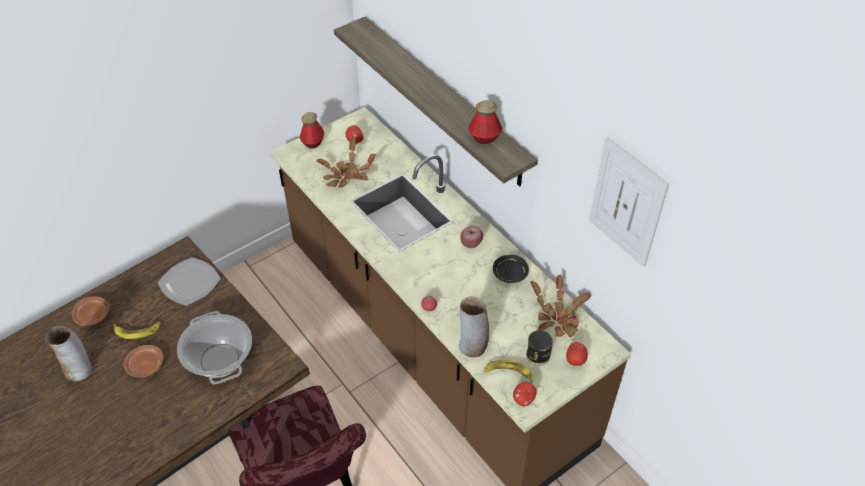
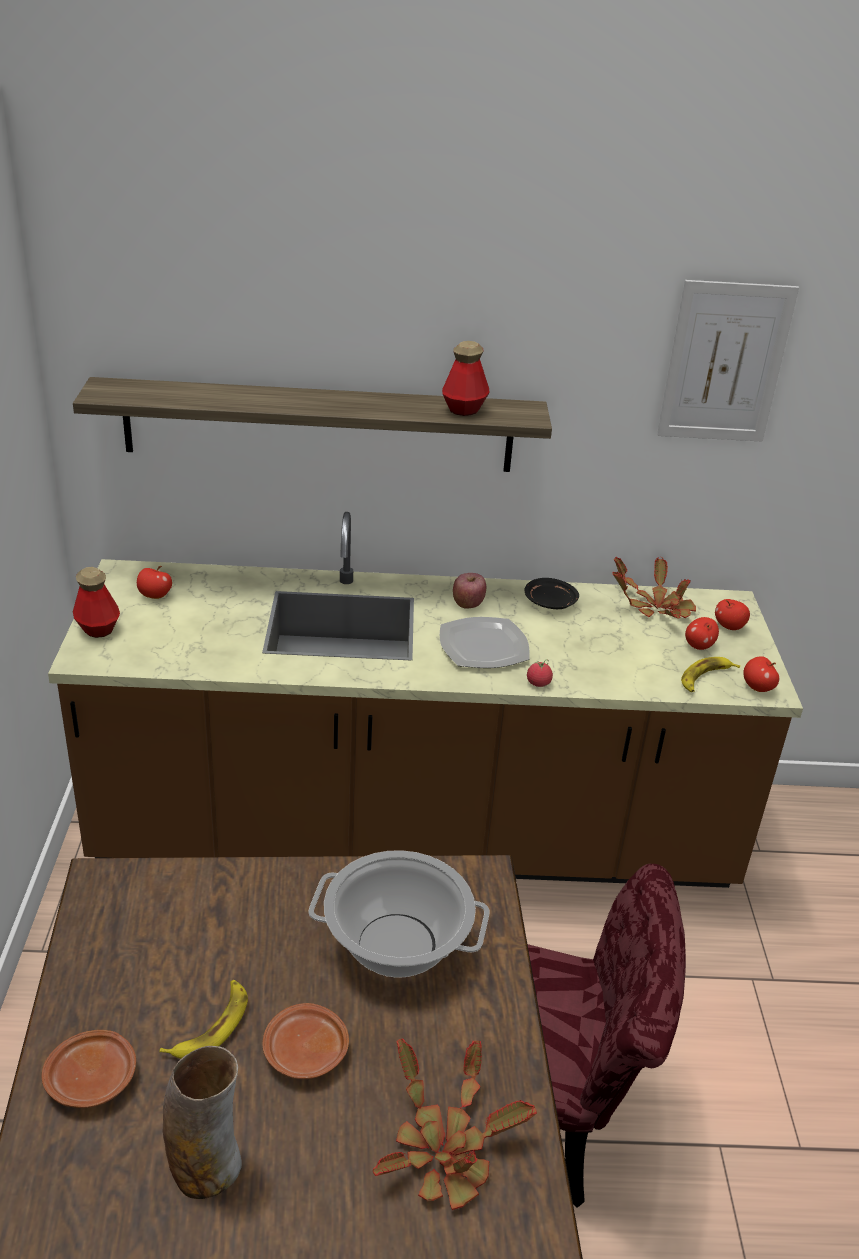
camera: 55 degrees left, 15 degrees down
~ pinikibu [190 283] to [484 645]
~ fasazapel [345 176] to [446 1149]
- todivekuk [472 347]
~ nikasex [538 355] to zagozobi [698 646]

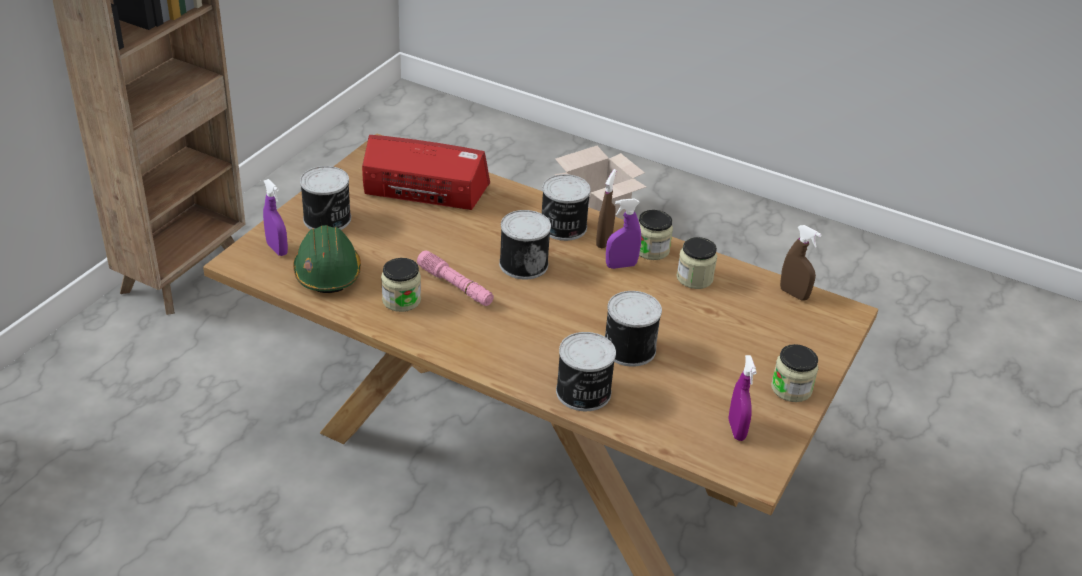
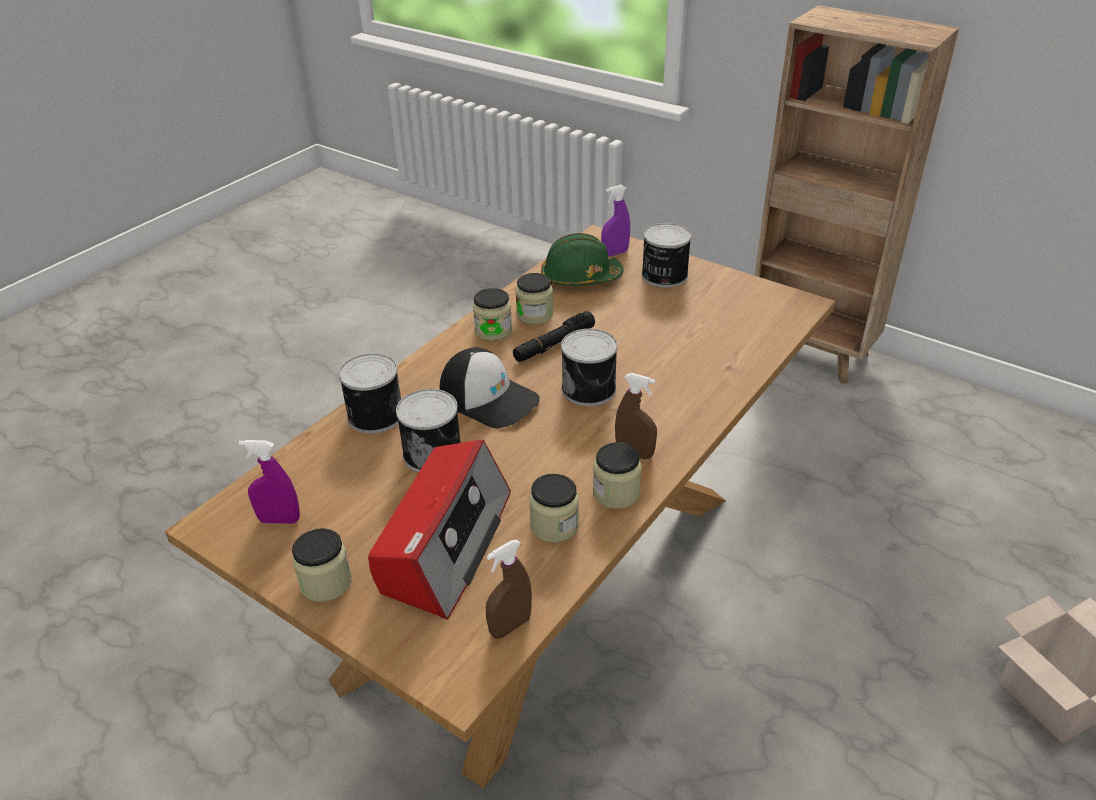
camera: 100 degrees right, 0 degrees up
~ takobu [424 190] to [444 543]
~ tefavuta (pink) [455 286] to tefavuta (black) [554 344]
- nikasex [563 227]
- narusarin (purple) [621 265]
+ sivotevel [489 398]
+ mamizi [493 330]

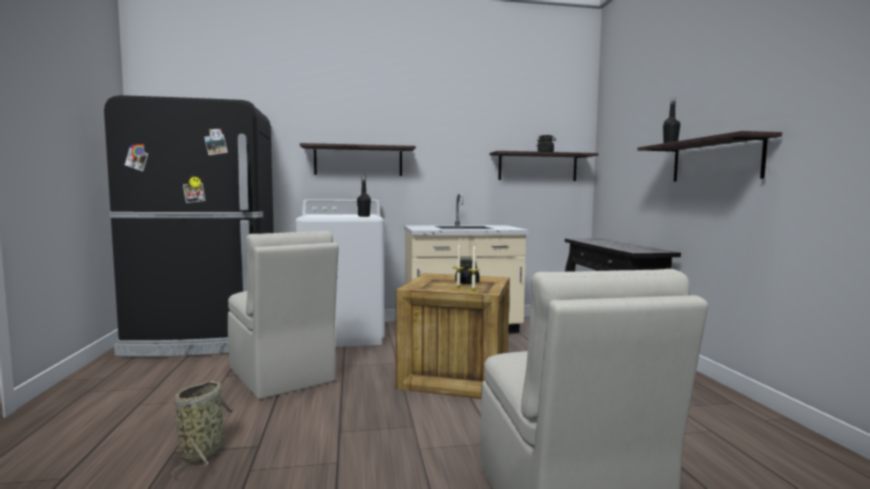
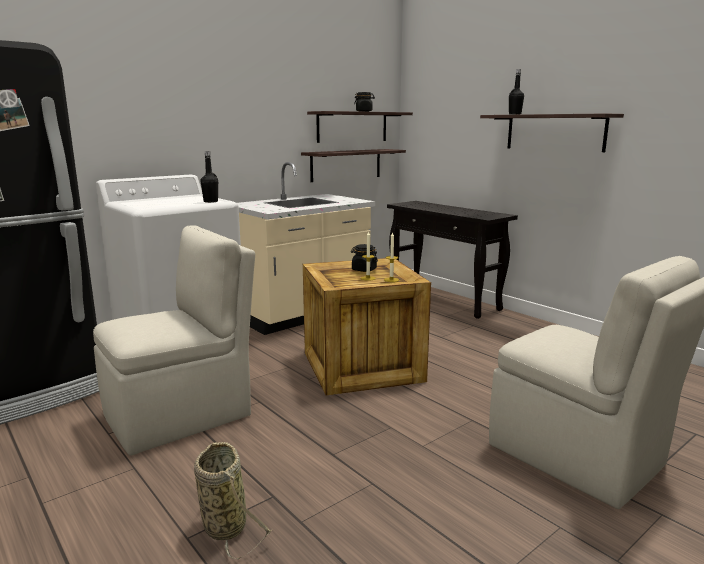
camera: 30 degrees left, 10 degrees up
~ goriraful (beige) [281 376] = [182 414] 60 degrees counterclockwise
~ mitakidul [358 161] to [346 165]

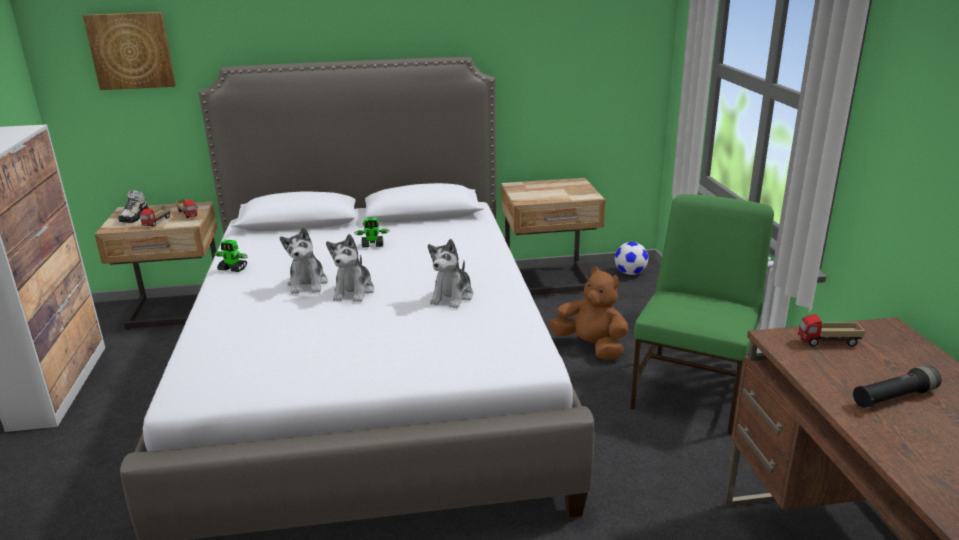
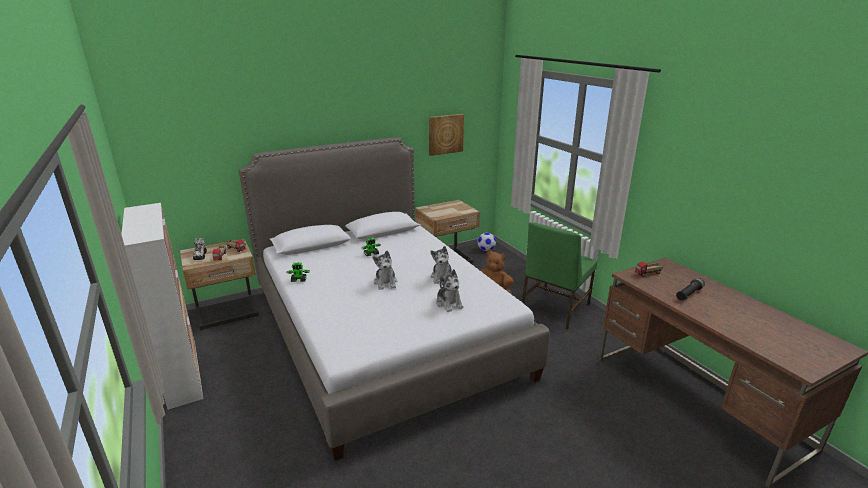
camera: 20 degrees left, 0 degrees up
~ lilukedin [131 50] to [445 134]
~ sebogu [308 284] to [449 303]
~ goriraful (green) [693 391] = [554 308] 150 degrees counterclockwise

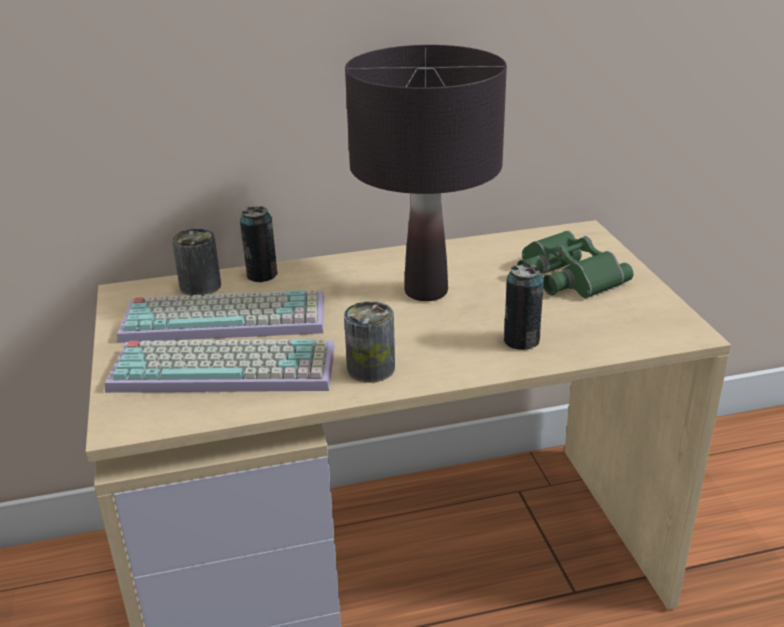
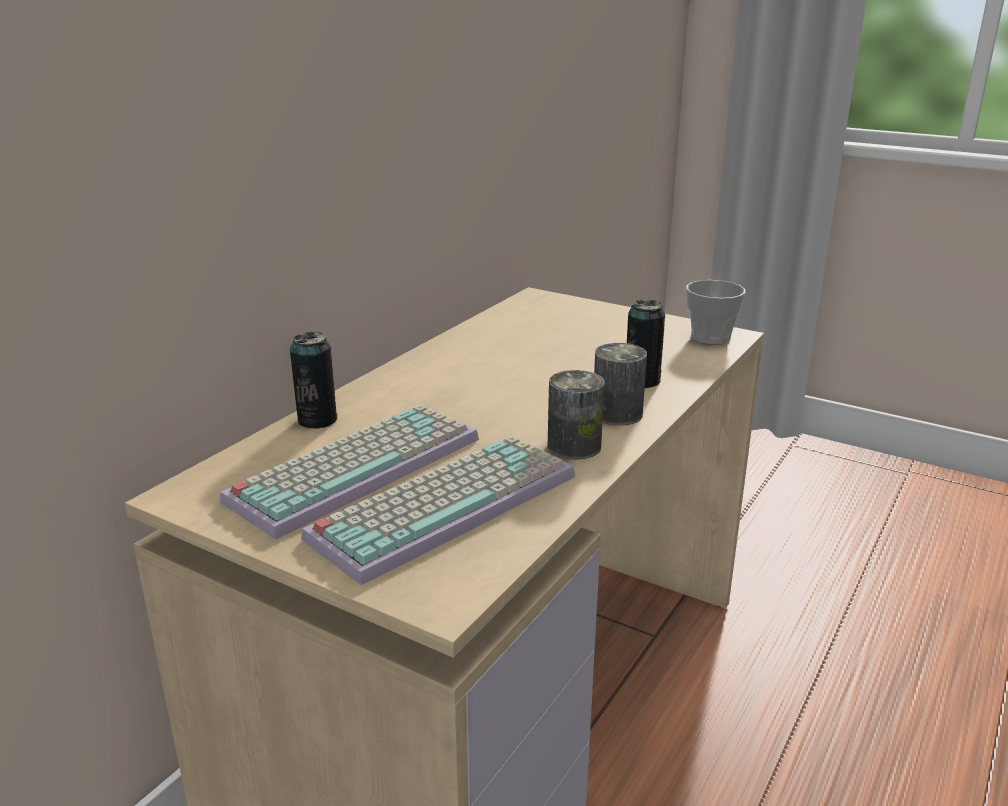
camera: 45 degrees left, 5 degrees down
~ nikasex [200 286] to [617 414]
- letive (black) [425 291]
- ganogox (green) [565 276]
+ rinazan [710 337]

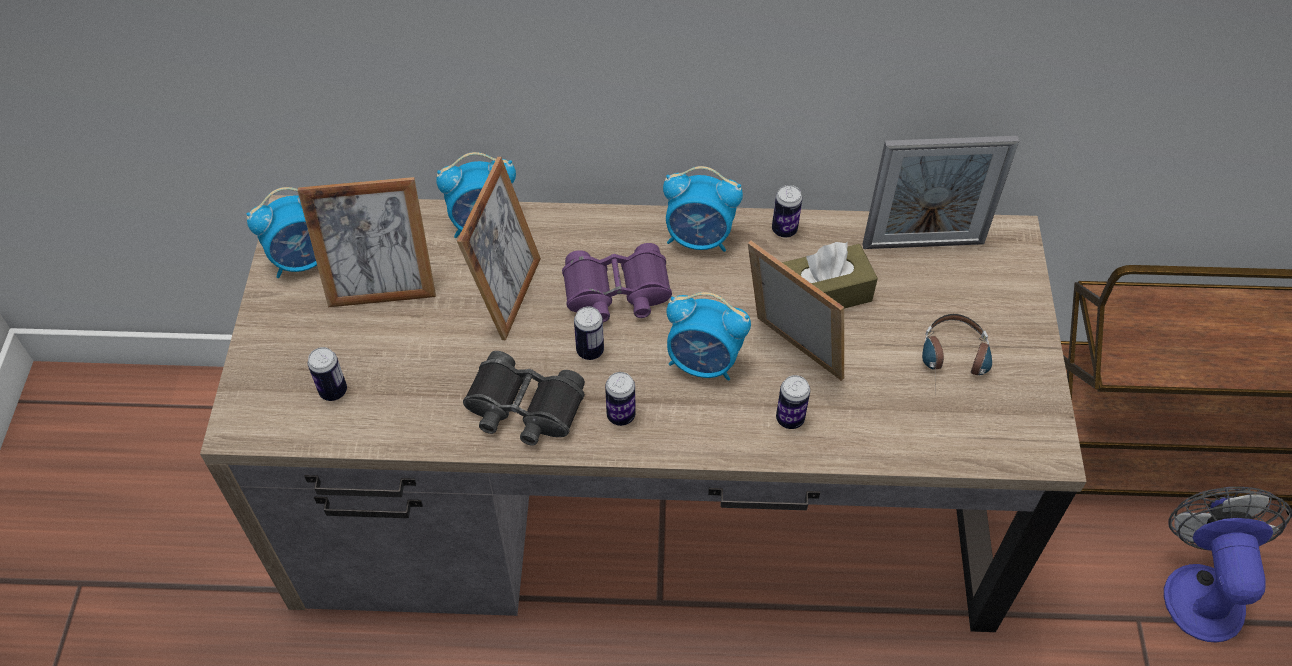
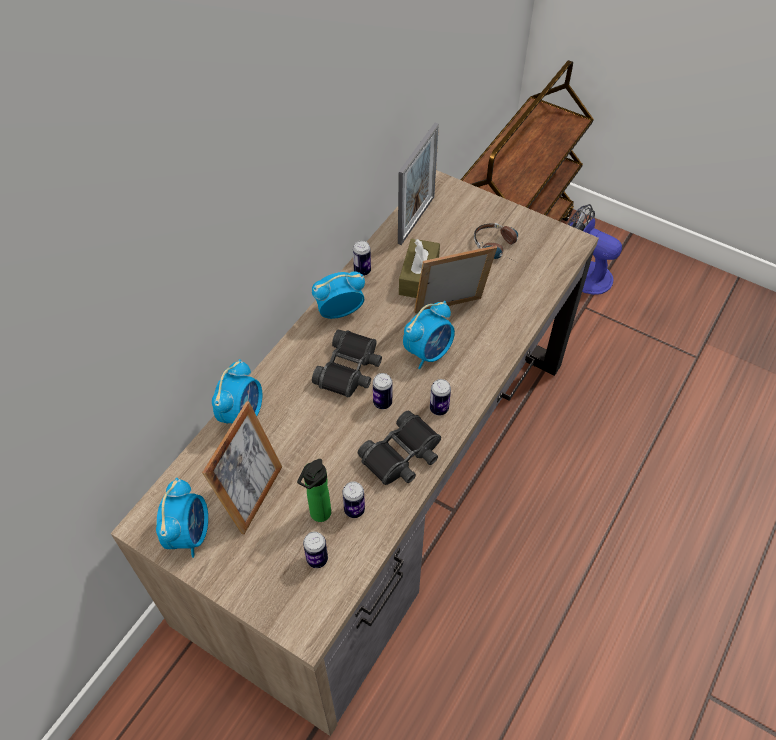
camera: 60 degrees left, 0 degrees up
- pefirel [508 295]
~ ganogox (purple) [617 293] to ganogox (black) [349 369]
~ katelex [699 238] = [339 311] 150 degrees counterclockwise
~ nikasex [790 419] to [354 510]
+ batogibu [318 515]

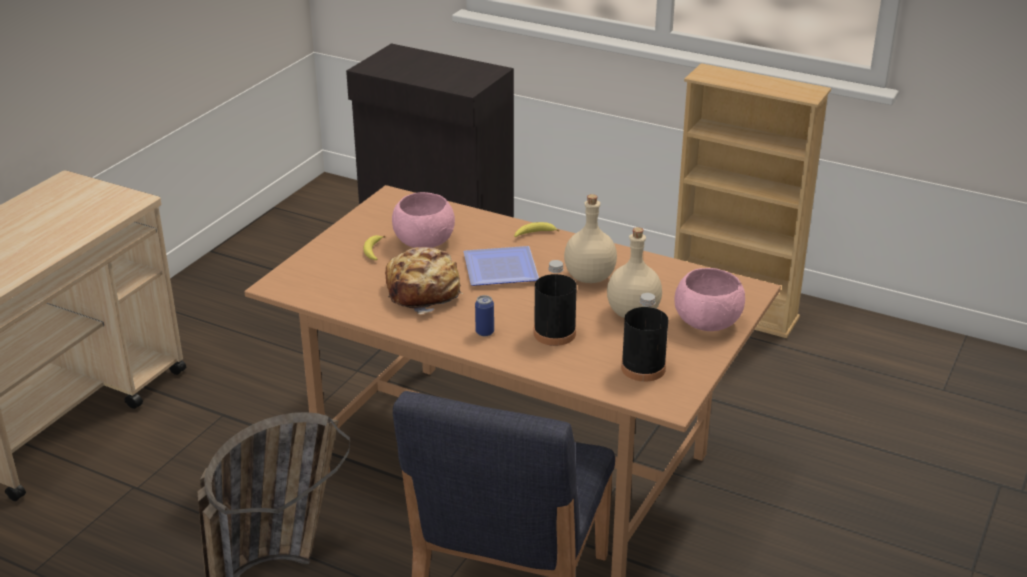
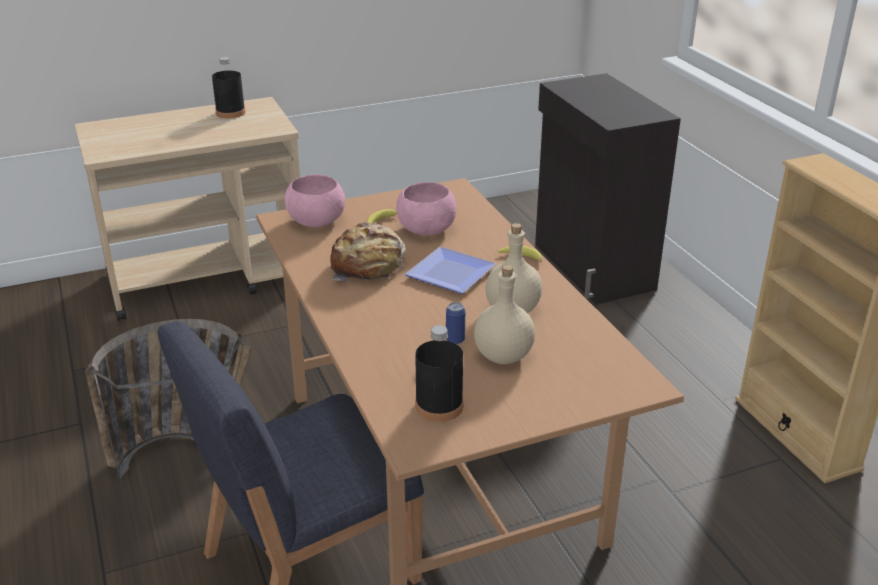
camera: 40 degrees right, 0 degrees up
~ nikasex [484 332] to [455 339]
~ batogibu (black) [554 333] to [230 112]
~ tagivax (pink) [706 322] to [316 221]

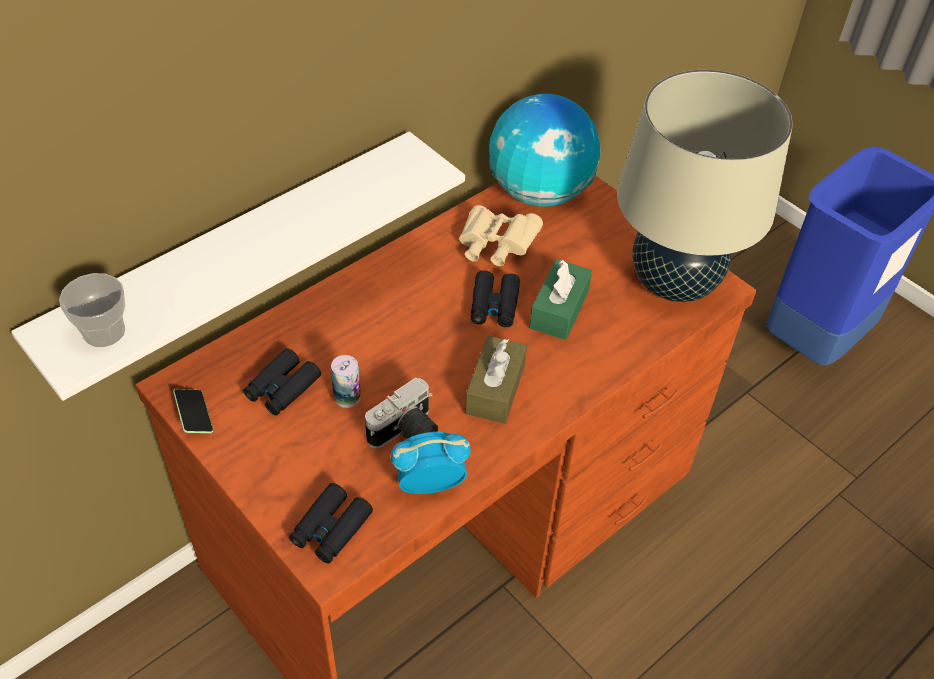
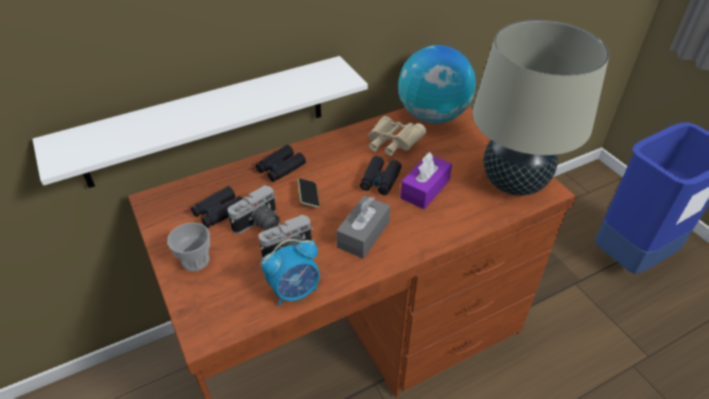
camera: 15 degrees right, 5 degrees down
~ rinazan [104 332] to [195 261]
~ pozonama [194 416] to [308 196]
~ ganogox (black) [331 529] to [280 168]
~ nikasex [347 398] to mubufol [259 224]
~ katelex [429 484] = [295 291] 150 degrees clockwise
~ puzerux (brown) [495 389] to puzerux (grey) [363 234]
~ puzerux (green) [559 309] to puzerux (purple) [425 189]

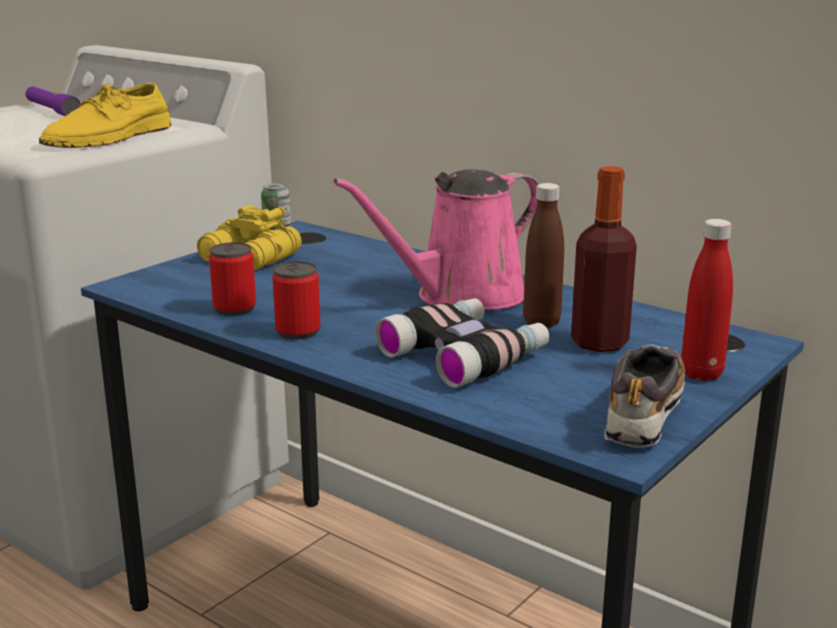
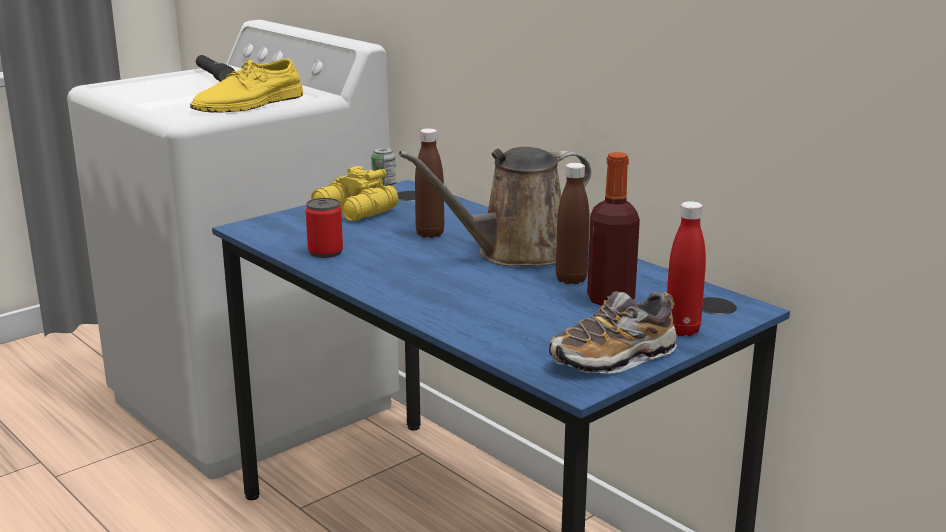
camera: 10 degrees right, 0 degrees up
~ tefavuta (purple) [52 110] to tefavuta (black) [214 76]
- nikasex [298 331]
~ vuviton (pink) [462 296] to vuviton (brown) [515 254]
- ganogox [465 354]
~ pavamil [643 414] = [613 358] 150 degrees counterclockwise
+ batogibu (brown) [430 234]

